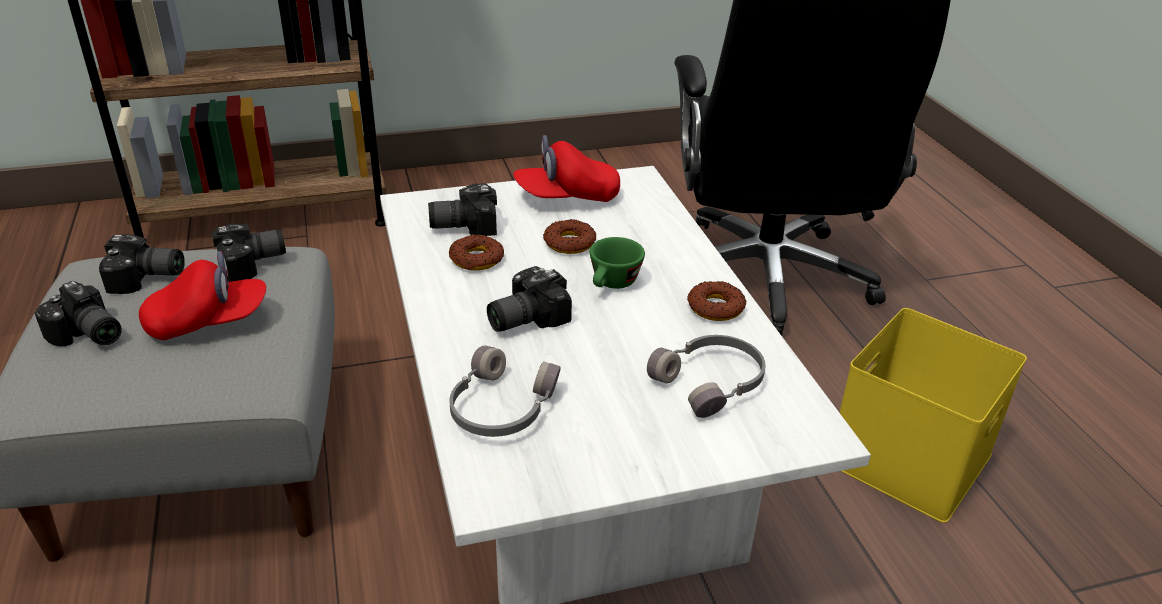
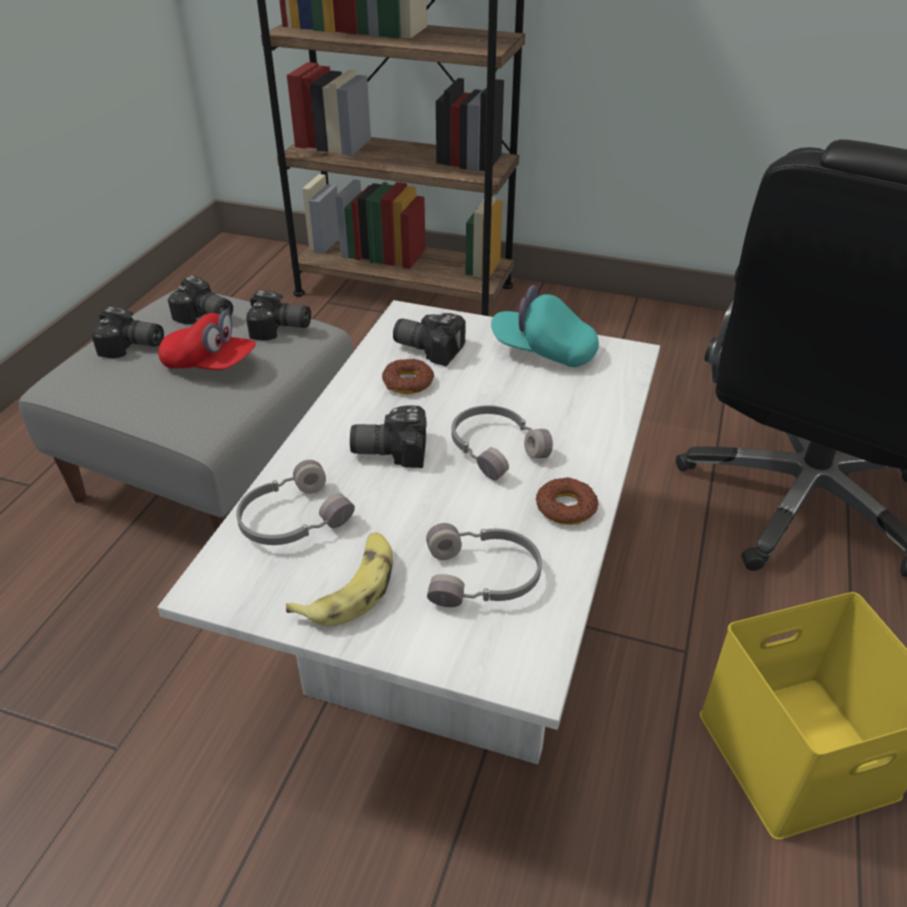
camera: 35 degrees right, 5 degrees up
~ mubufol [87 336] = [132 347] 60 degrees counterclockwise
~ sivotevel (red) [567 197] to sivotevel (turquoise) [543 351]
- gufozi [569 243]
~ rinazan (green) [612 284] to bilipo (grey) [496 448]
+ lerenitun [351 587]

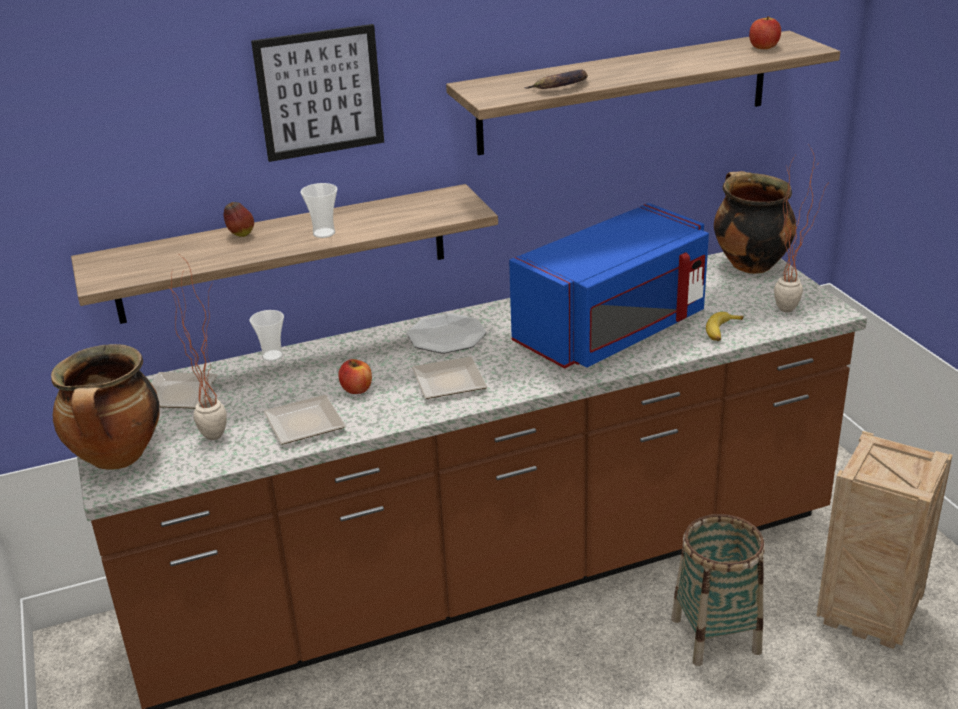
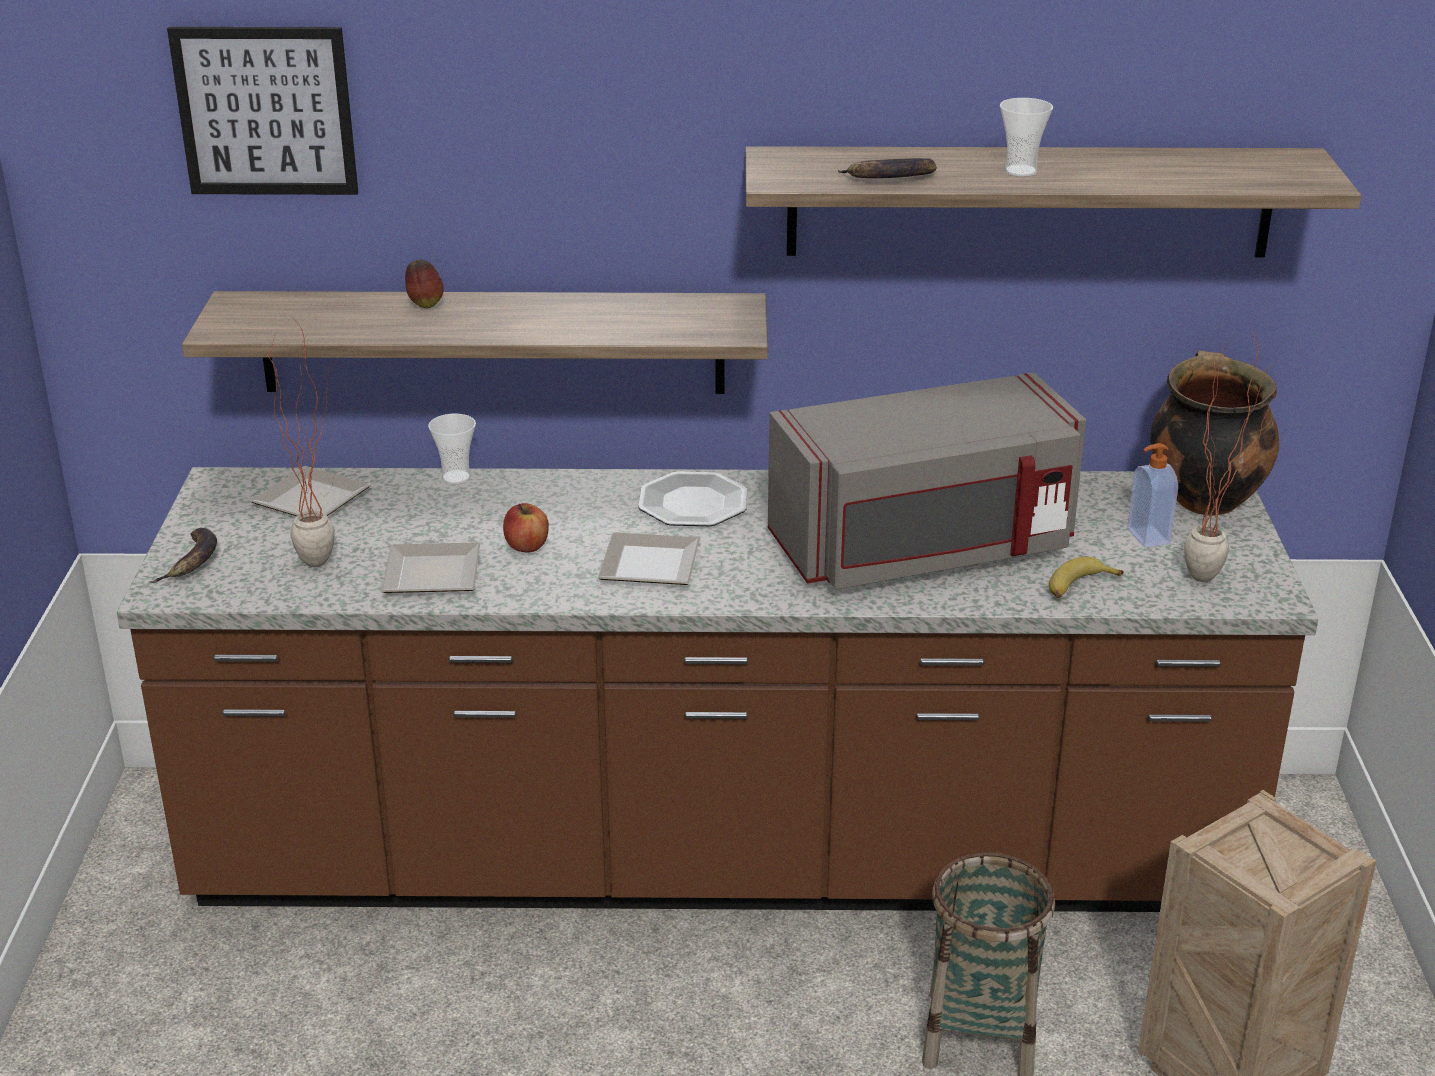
camera: 20 degrees right, 0 degrees up
~ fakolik [118 458] to lerenitun [192 561]
~ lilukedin [319 92] to [265 111]
~ rinazan [324 233] to [1020 171]
~ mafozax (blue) [614 330] to mafozax (grey) [925 549]
- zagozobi [763 47]
+ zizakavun [1146 537]

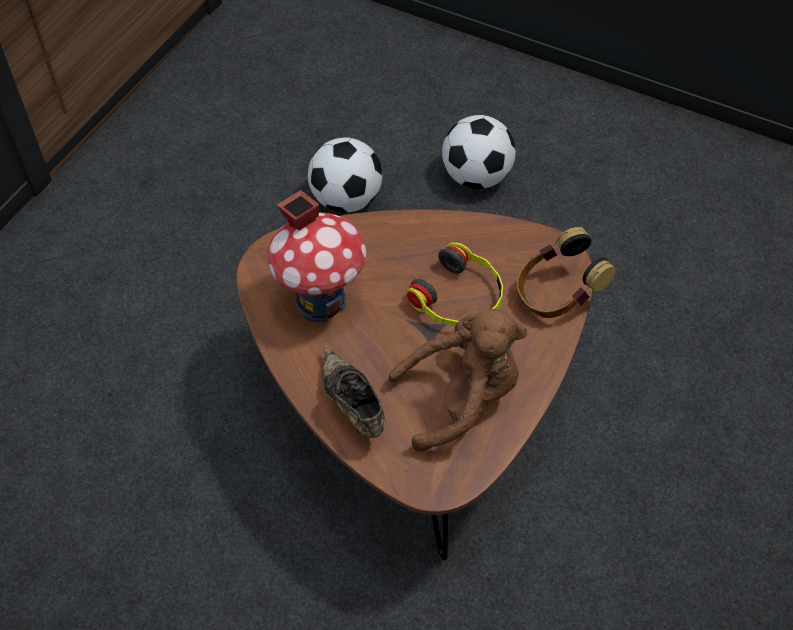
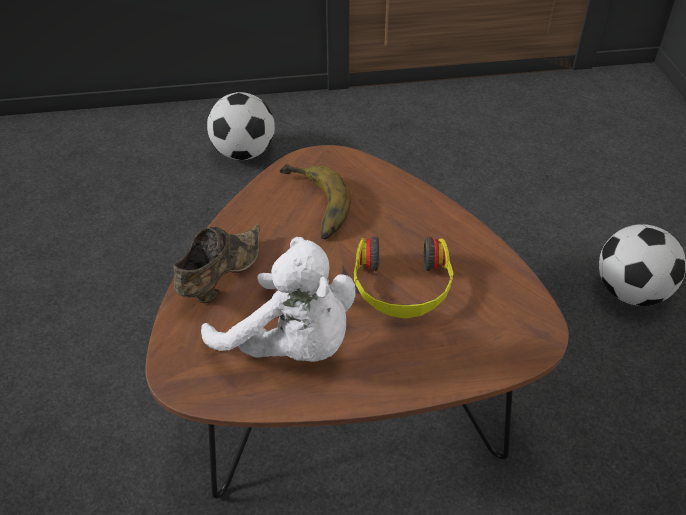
camera: 55 degrees right, 10 degrees down
~ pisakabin [320 301] to lerenitun [310 206]
~ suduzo [346 200] to [244 153]
~ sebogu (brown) [461 398] to sebogu (white) [291 345]
- bilipo [556 295]

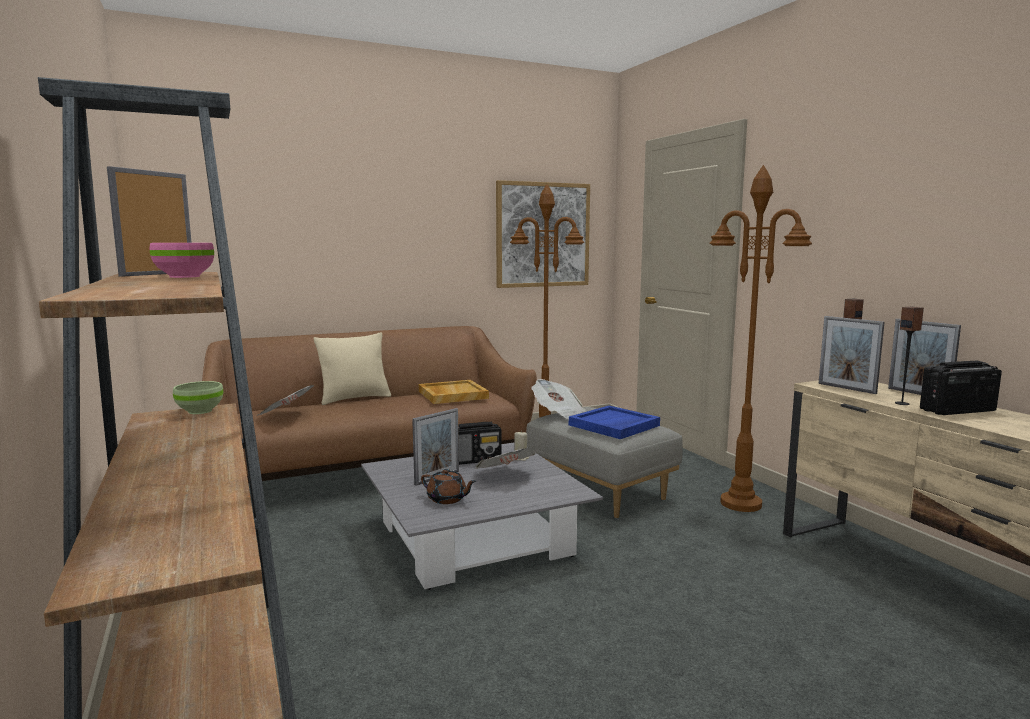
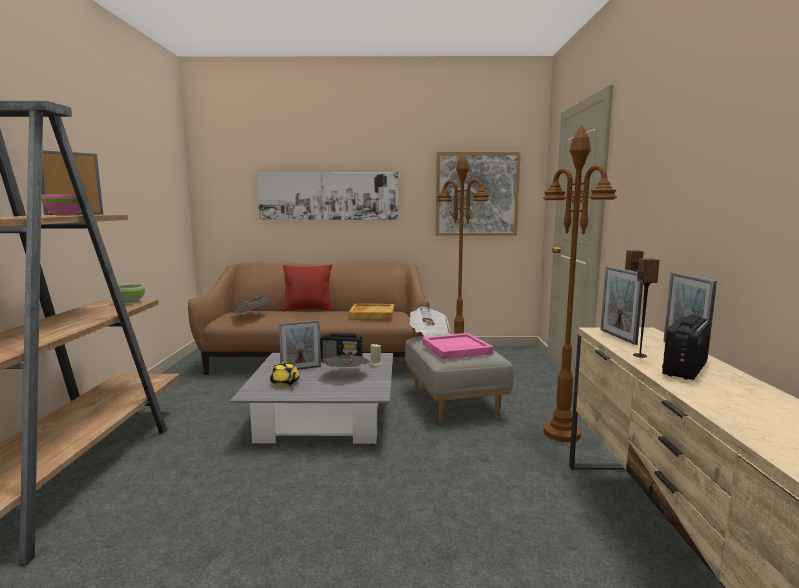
camera: 25 degrees right, 0 degrees up
~ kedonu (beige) [354 398] to kedonu (red) [308 309]
~ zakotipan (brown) [447 499] to zakotipan (yellow) [285 383]
~ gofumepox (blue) [614 425] to gofumepox (pink) [456 349]
~ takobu [956 410] = [684 369] 60 degrees counterclockwise
+ lilukedin [328 196]

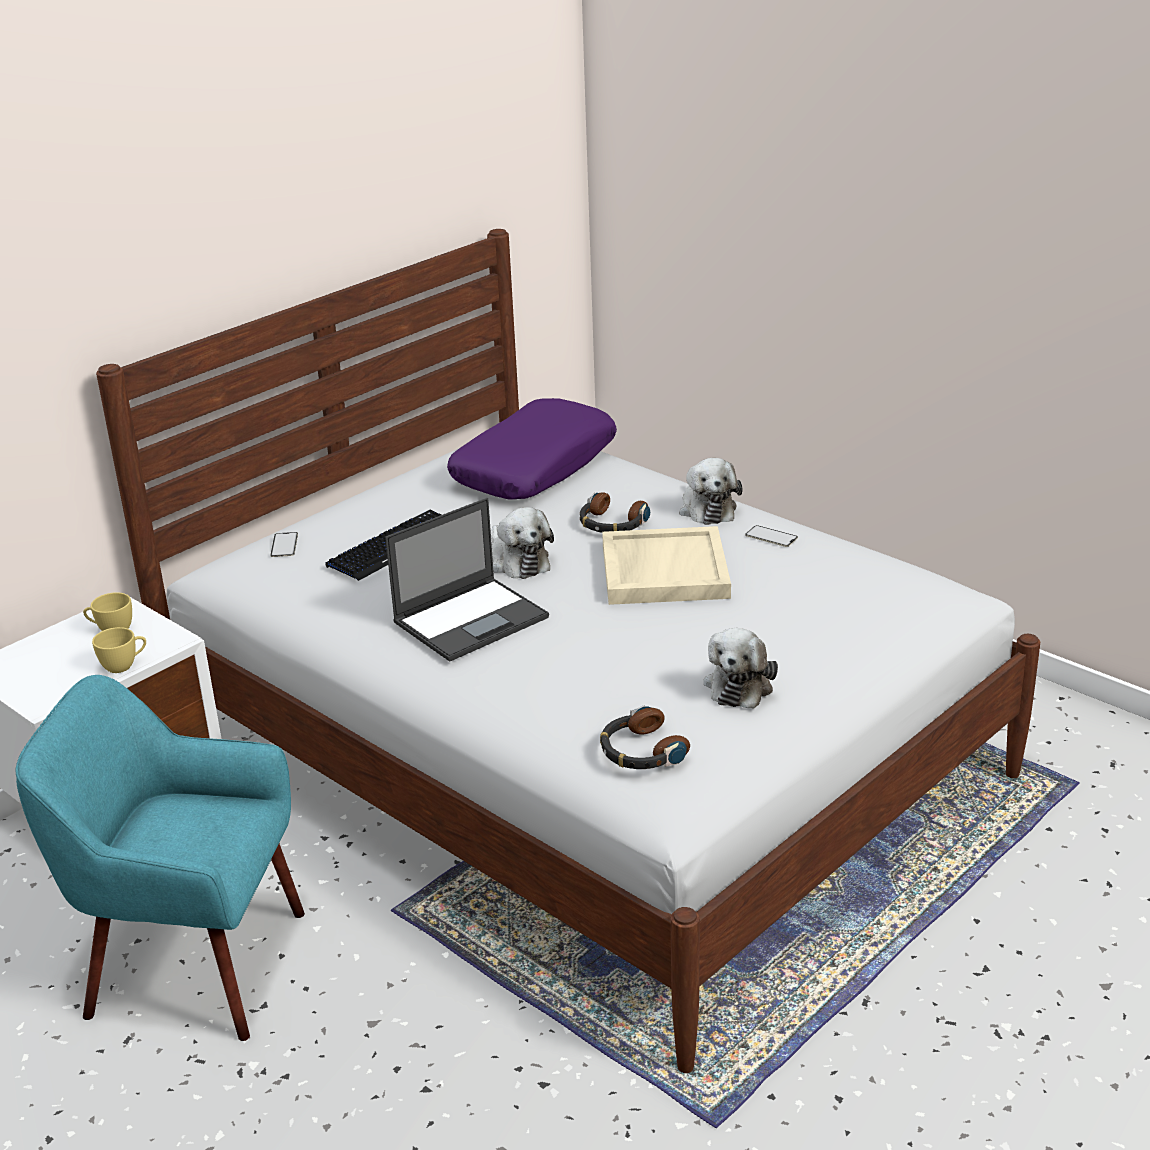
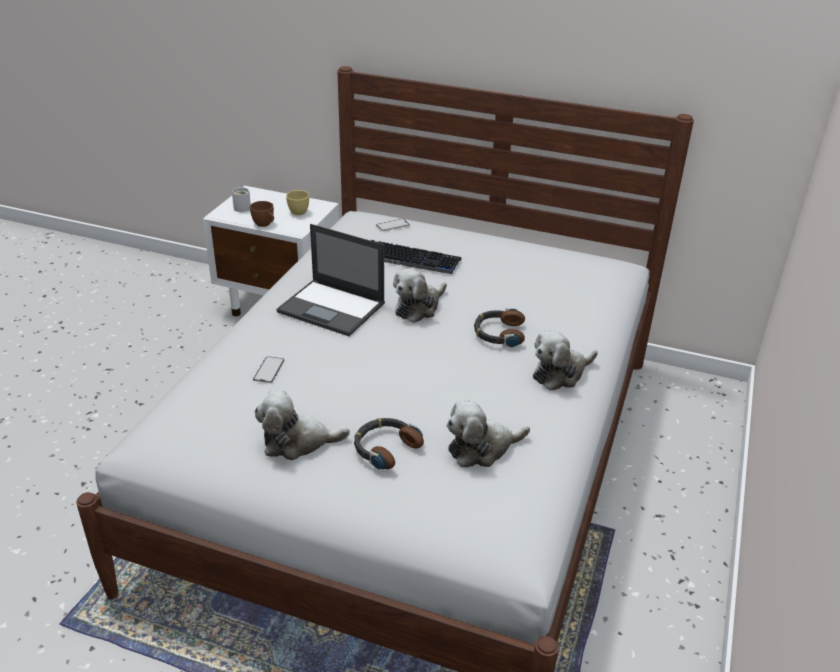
camera: 65 degrees right, 5 degrees up
- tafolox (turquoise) [193 965]
~ rinazan (yellow) [124 665] to rinazan (brown) [265 224]
- kedonu (purple) [534 467]
~ bilipo [641 751] to [385 448]
- gofumepox (beige) [663 571]
~ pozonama [771 536] to [269 370]
+ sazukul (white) [243 207]
+ sebogu [482 448]

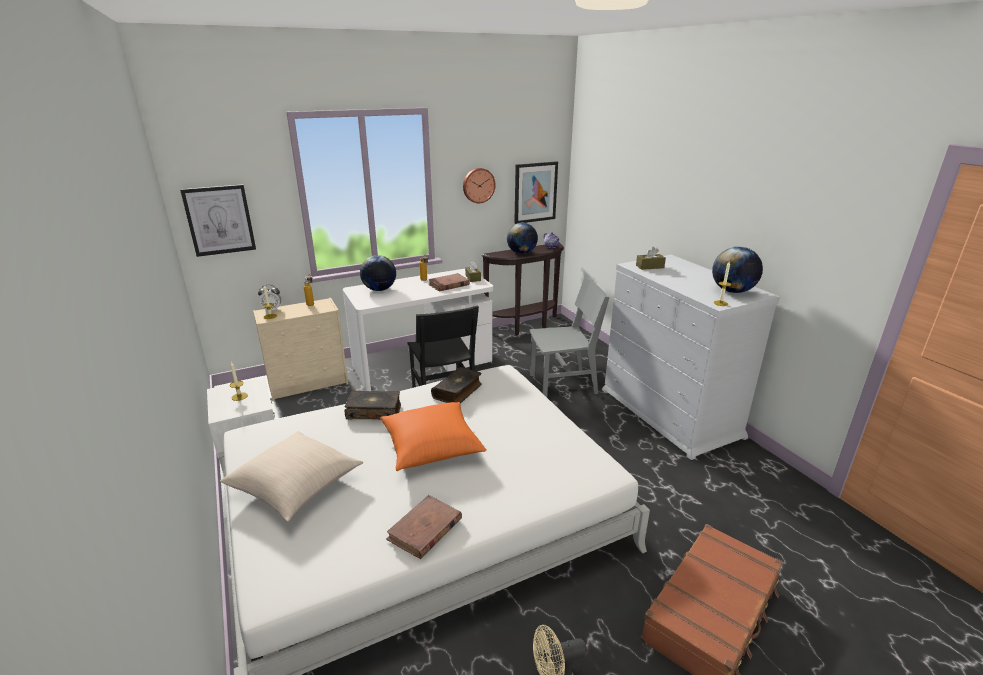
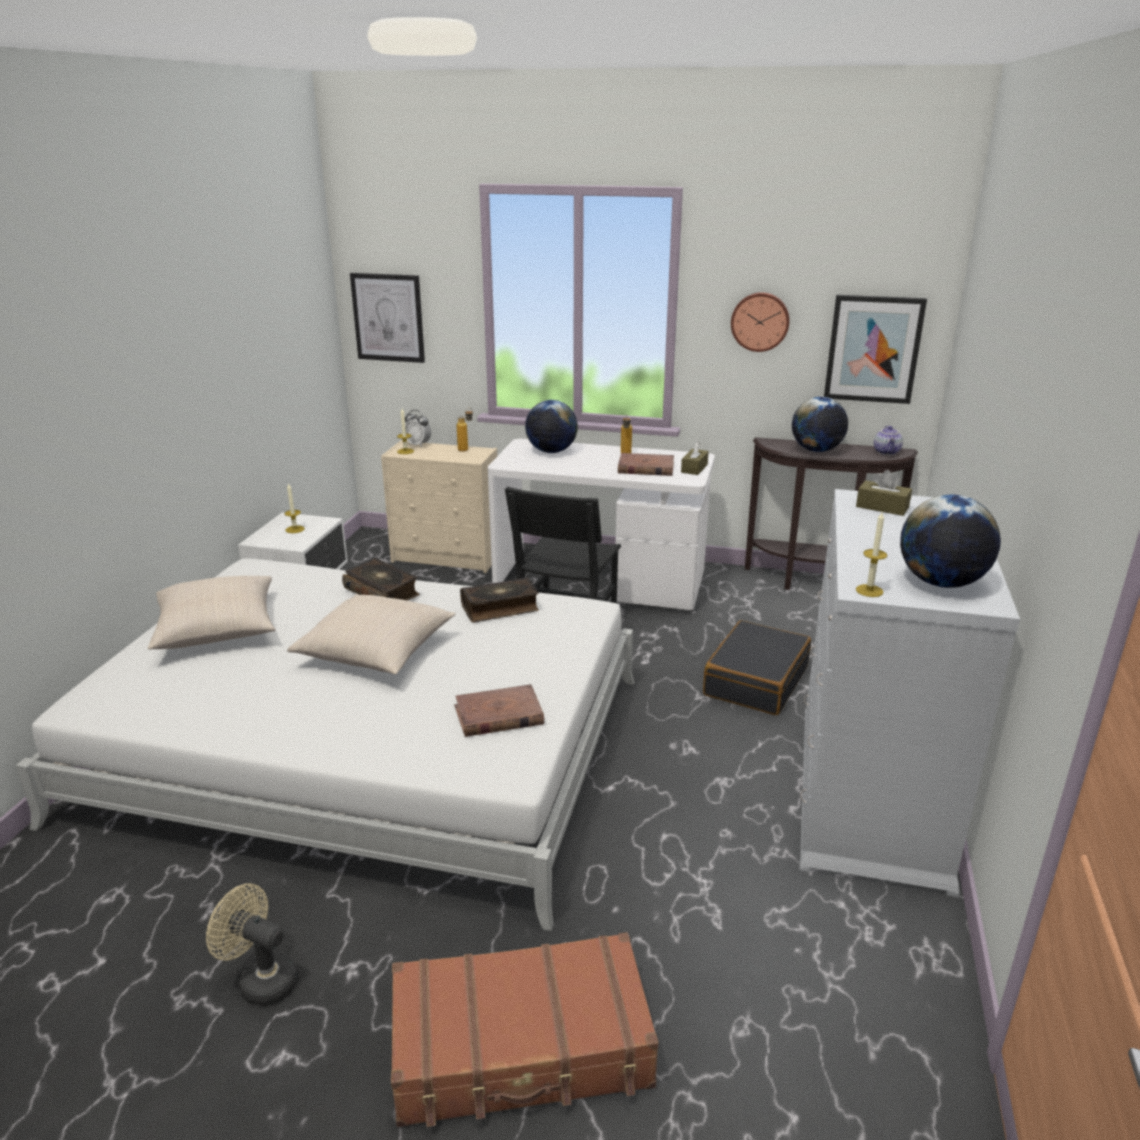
camera: 40 degrees right, 0 degrees up
~ kedonu (orange) [431 447] to kedonu (beige) [376 651]
~ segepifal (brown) [425 529] to [498 715]
~ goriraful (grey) [563 384] to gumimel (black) [755 681]

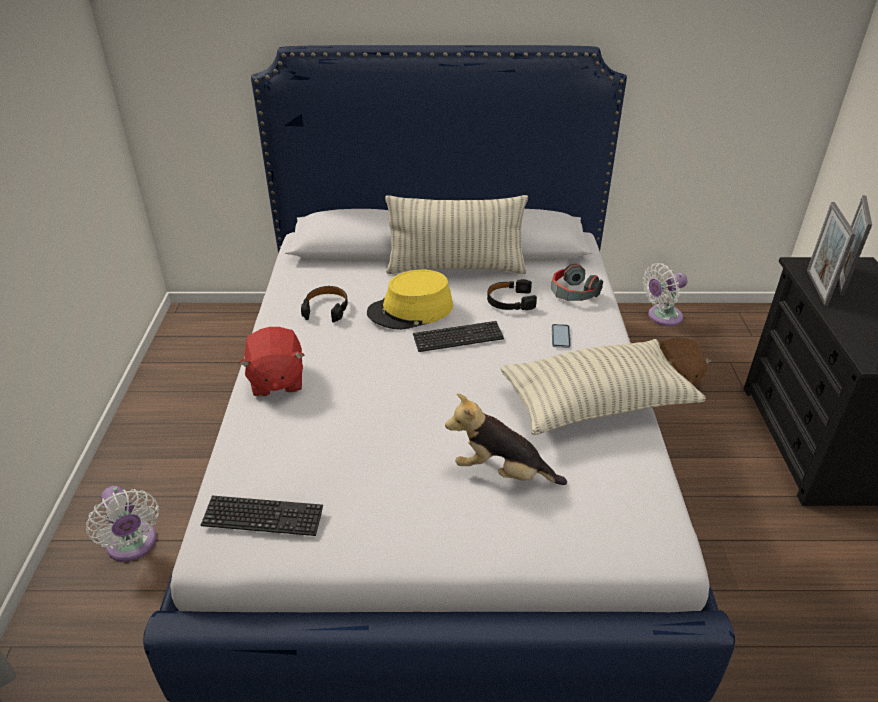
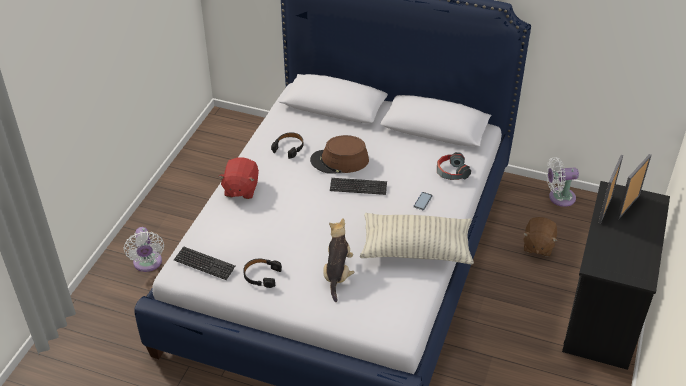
camera: 20 degrees right, 5 degrees up
~ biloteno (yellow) [410 310] to biloteno (brown) [339 161]
- kedonu [456 268]
~ sebogu [502 472] = [337 274] 60 degrees clockwise
~ bilipo (black) [510 301] to [261 275]

